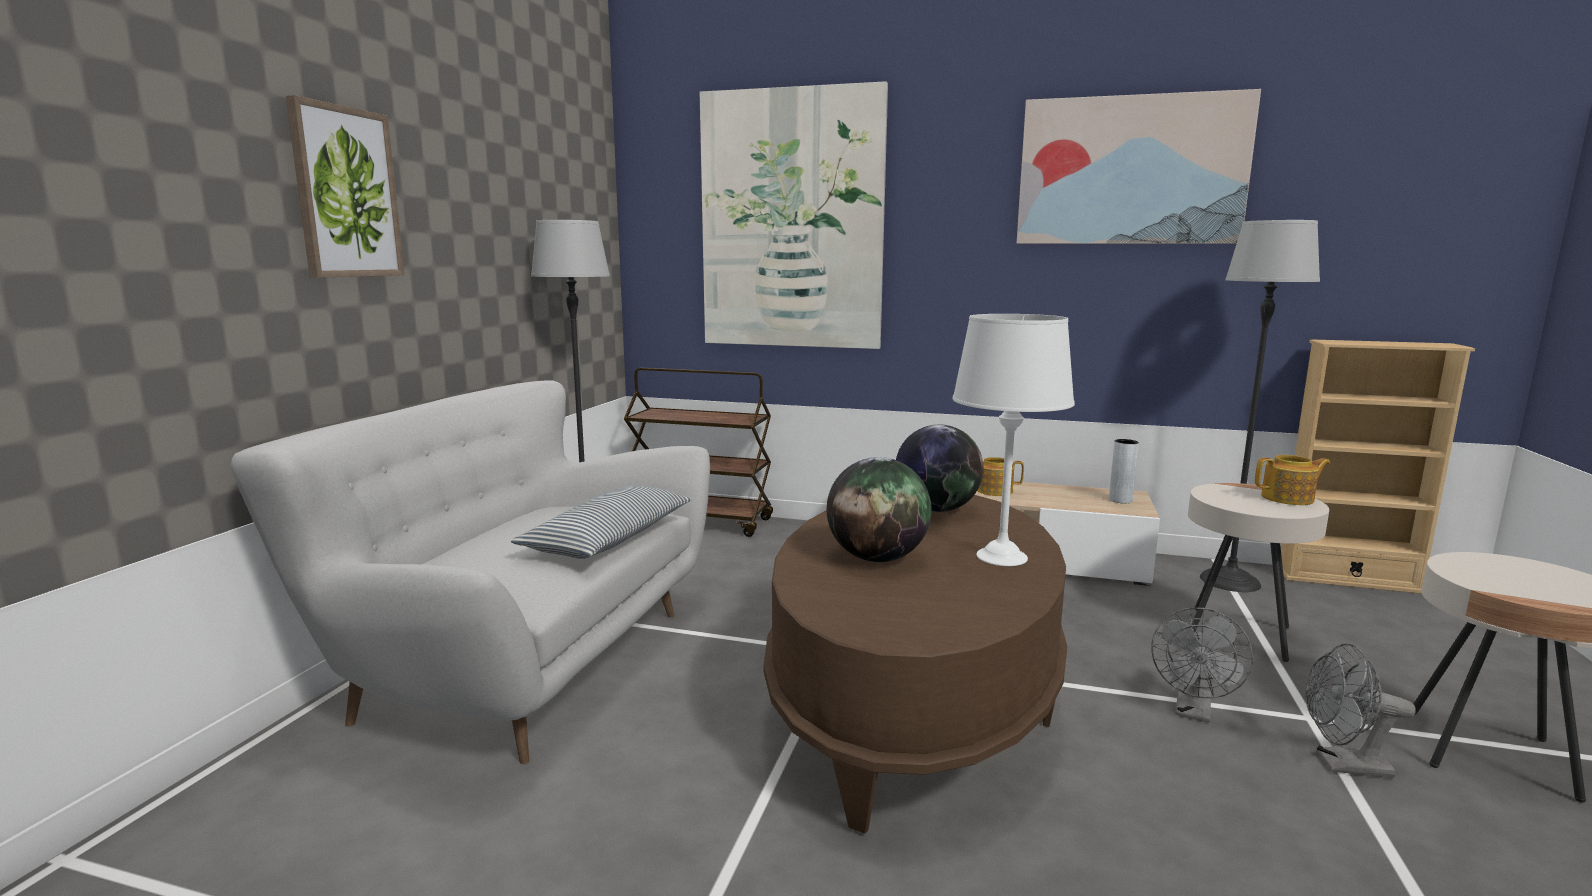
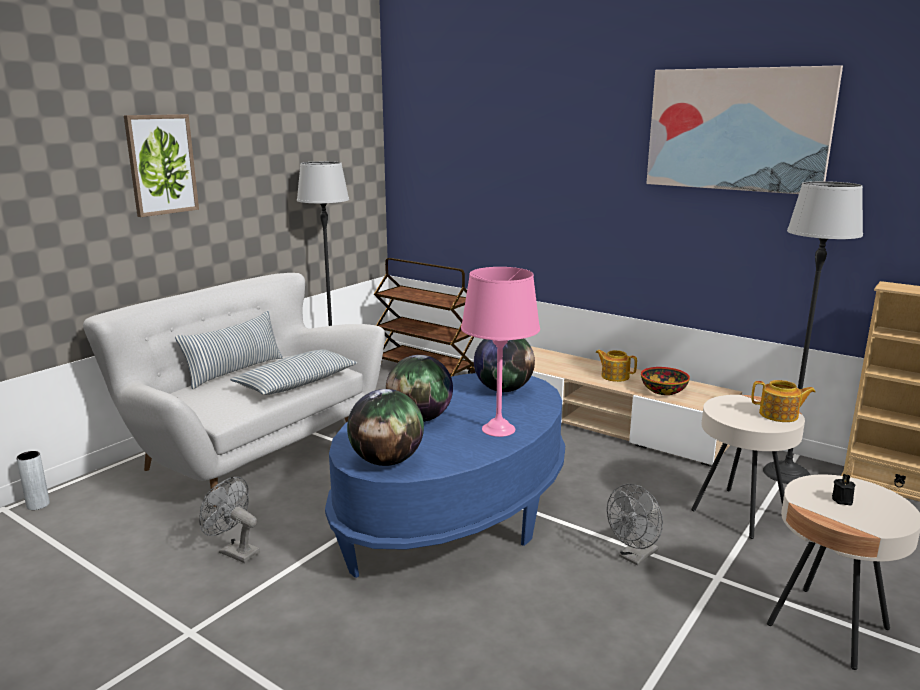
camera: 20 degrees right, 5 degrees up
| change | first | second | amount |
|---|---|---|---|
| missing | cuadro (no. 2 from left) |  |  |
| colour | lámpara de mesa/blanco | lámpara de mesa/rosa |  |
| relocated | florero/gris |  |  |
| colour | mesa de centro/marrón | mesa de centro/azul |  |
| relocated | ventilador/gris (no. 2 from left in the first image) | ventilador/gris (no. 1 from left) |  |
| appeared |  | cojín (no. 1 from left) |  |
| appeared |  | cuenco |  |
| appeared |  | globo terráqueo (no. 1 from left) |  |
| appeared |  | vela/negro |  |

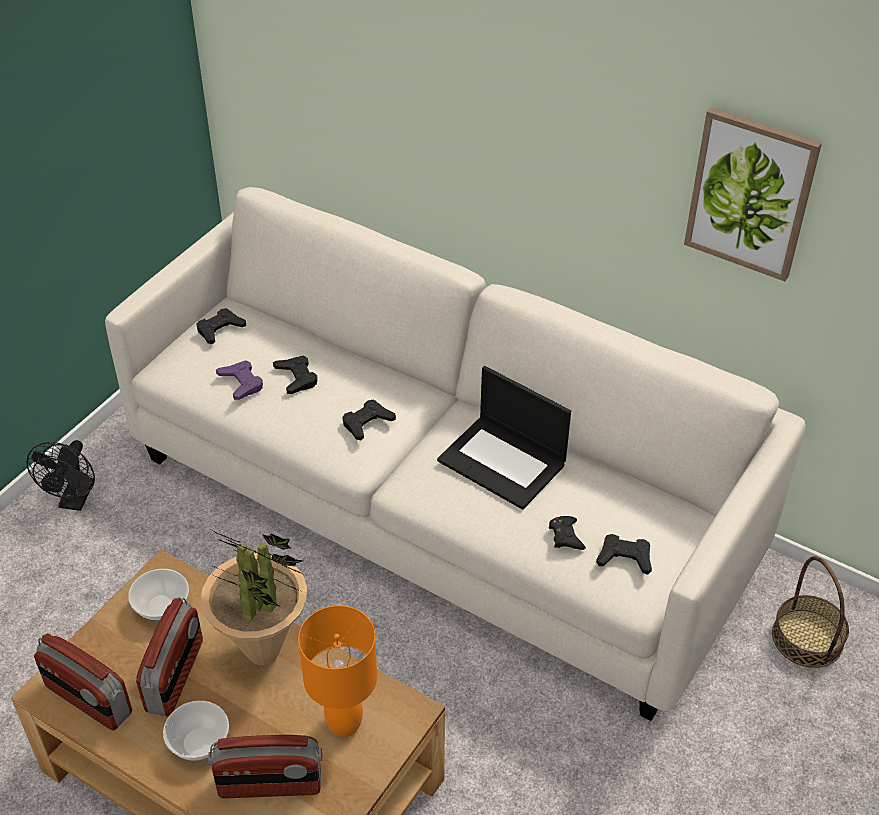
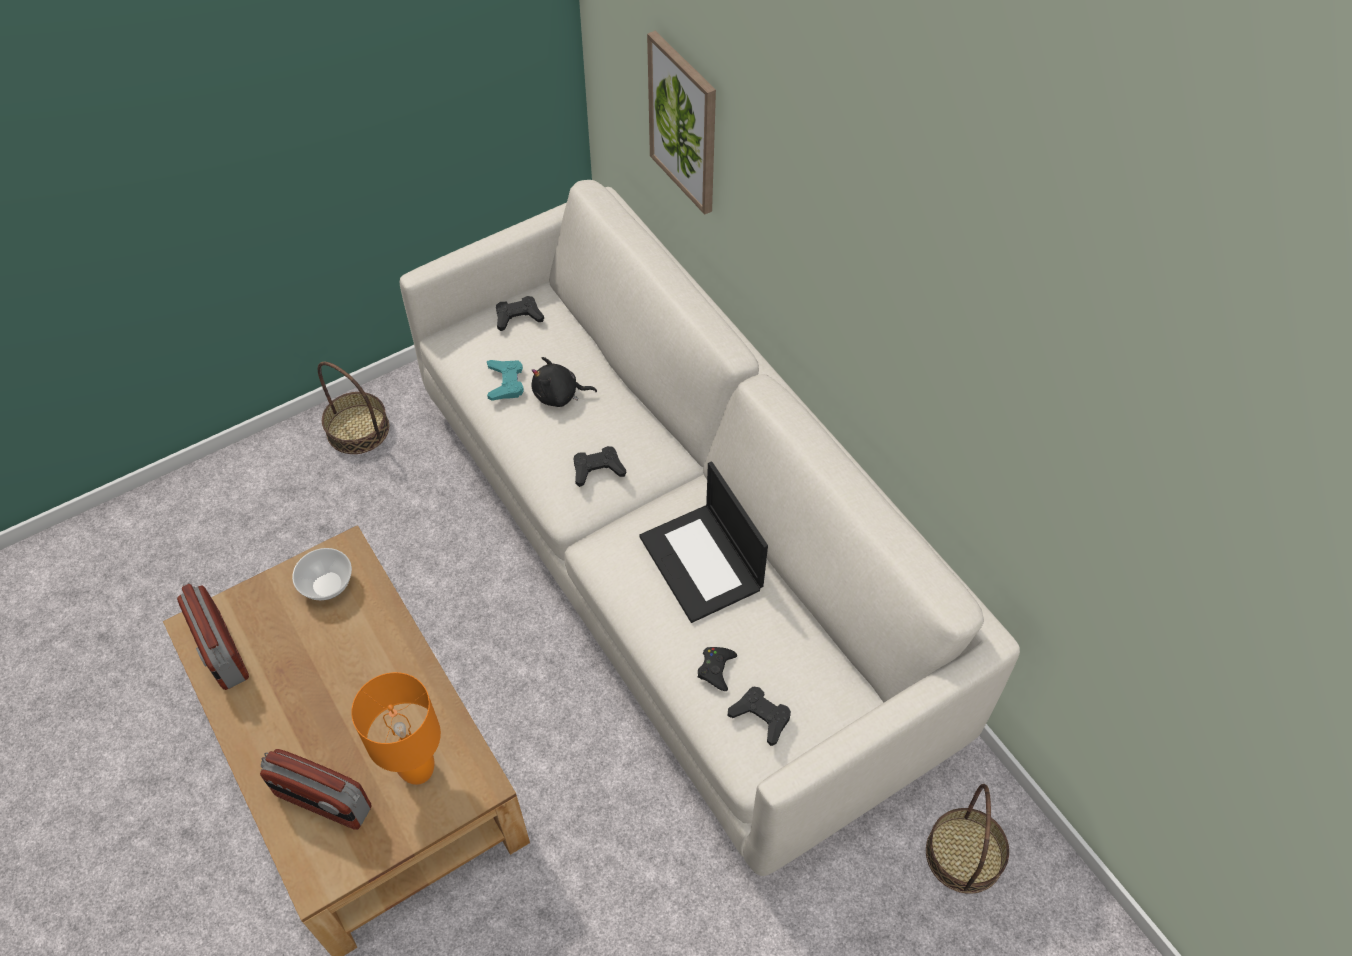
camera: 25 degrees right, 10 degrees up
| change | first | second | amount |
|---|---|---|---|
| relocated | cuadro |  |  |
| exchanged | mando de consola/negro (no. 2 from left) | peluche/negro |  |
| colour | mando de consola/morado | mando de consola/turquesa |  |
| exchanged | ventilador/negro | cesta (no. 1 from left) |  |
| missing | planta en maceta |  |  |
| missing | radio (no. 2 from left) |  |  |
| missing | cuenco (no. 2 from left) |  |  |

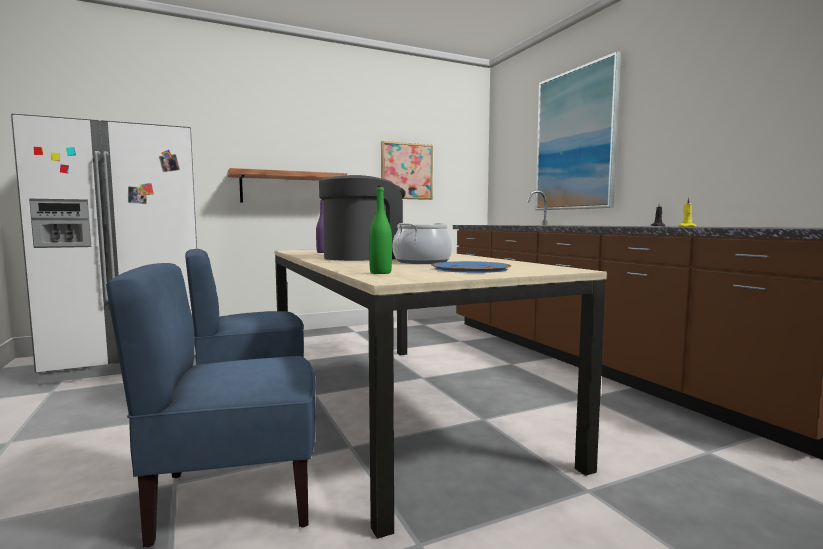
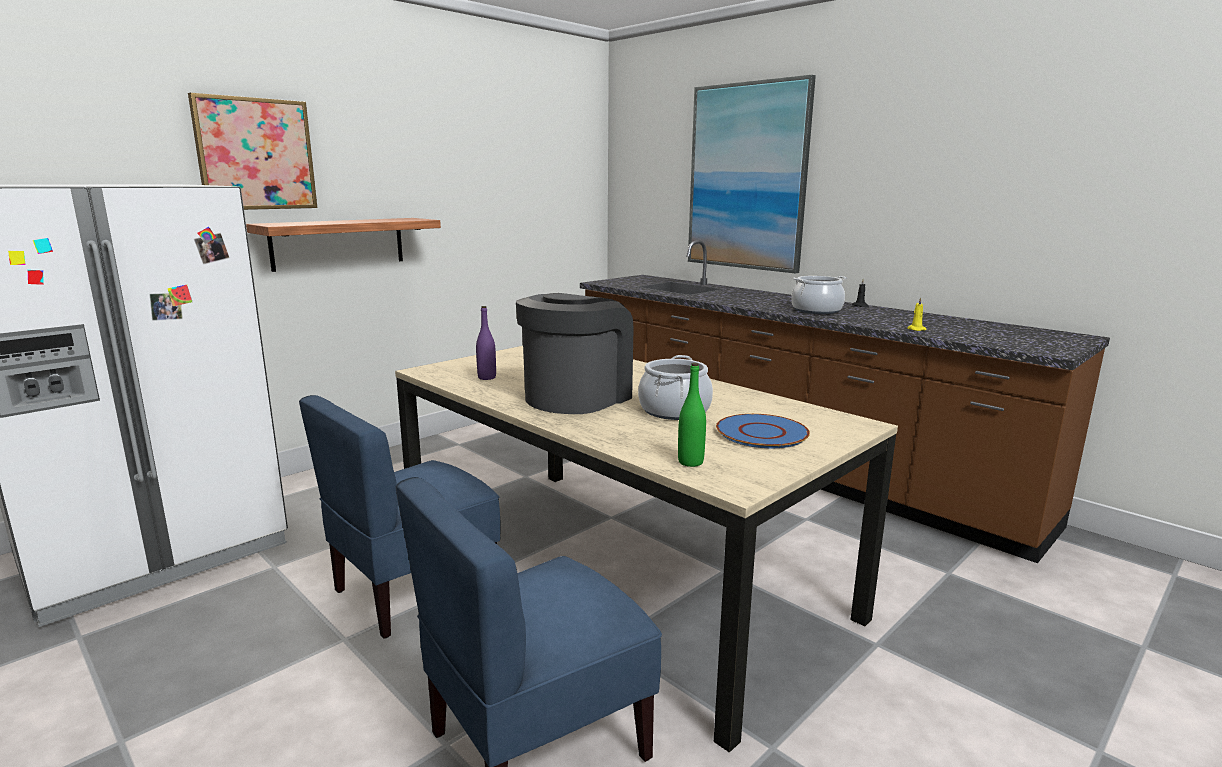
camera: 20 degrees left, 10 degrees up
| change | first | second | amount |
|---|---|---|---|
| relocated | cuadro (no. 1 from left) |  |  |
| appeared |  | olla (no. 2 from left) |  |

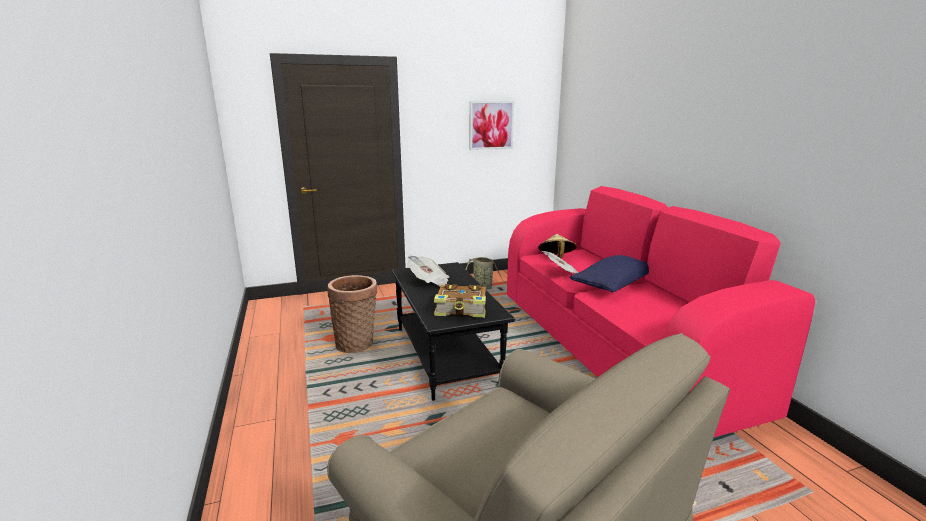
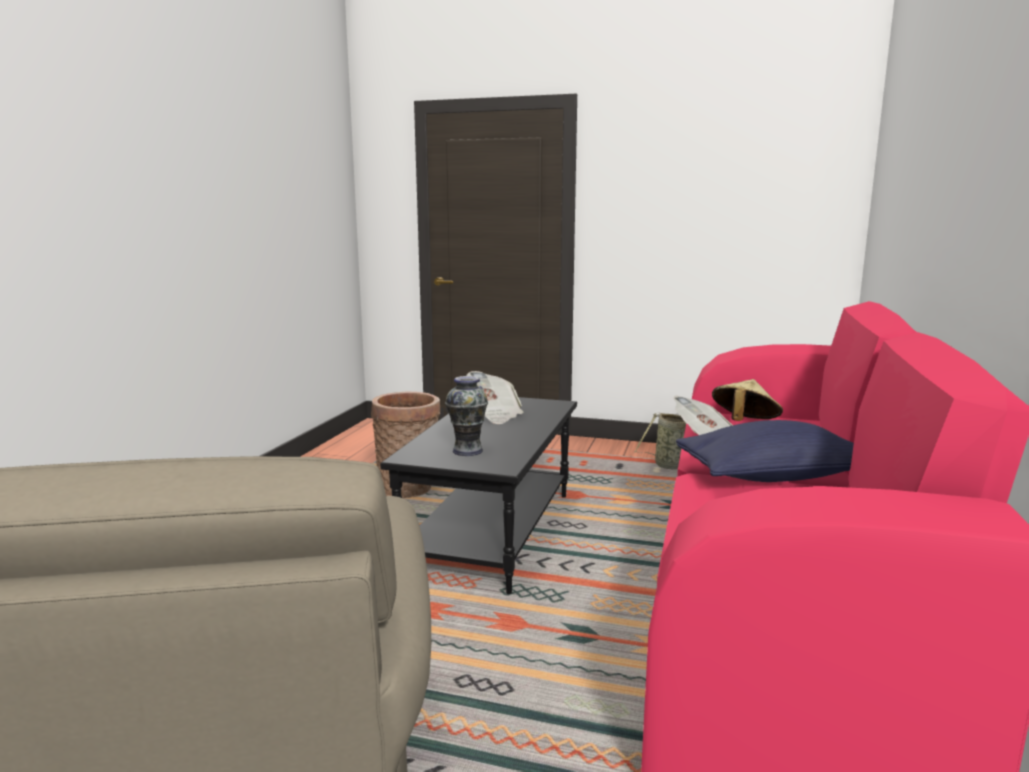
camera: 35 degrees right, 5 degrees down
| change | first | second | amount |
|---|---|---|---|
| missing | cuadro |  |  |
| exchanged | libro | florero |  |

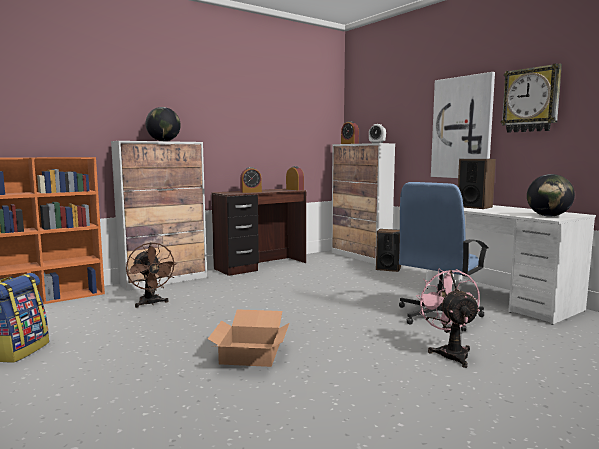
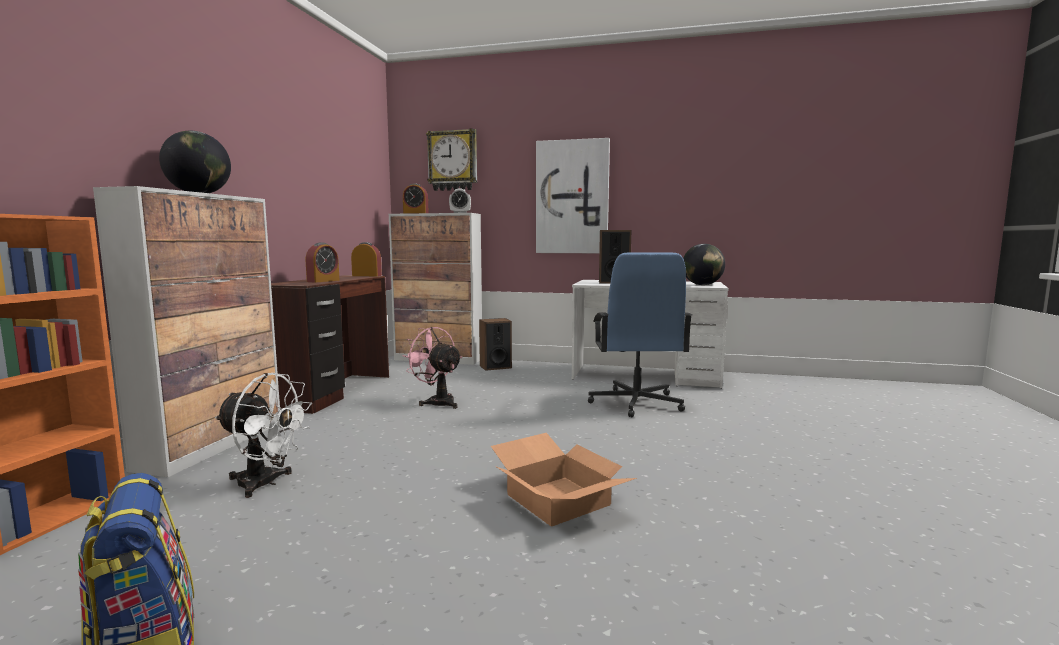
camera: 40 degrees left, 0 degrees up
| change | first | second | amount |
|---|---|---|---|
| relocated | reloj de pared |  |  |
| colour | ventilador/marrón | ventilador/blanco |  |
| relocated | ventilador/rosa |  |  |

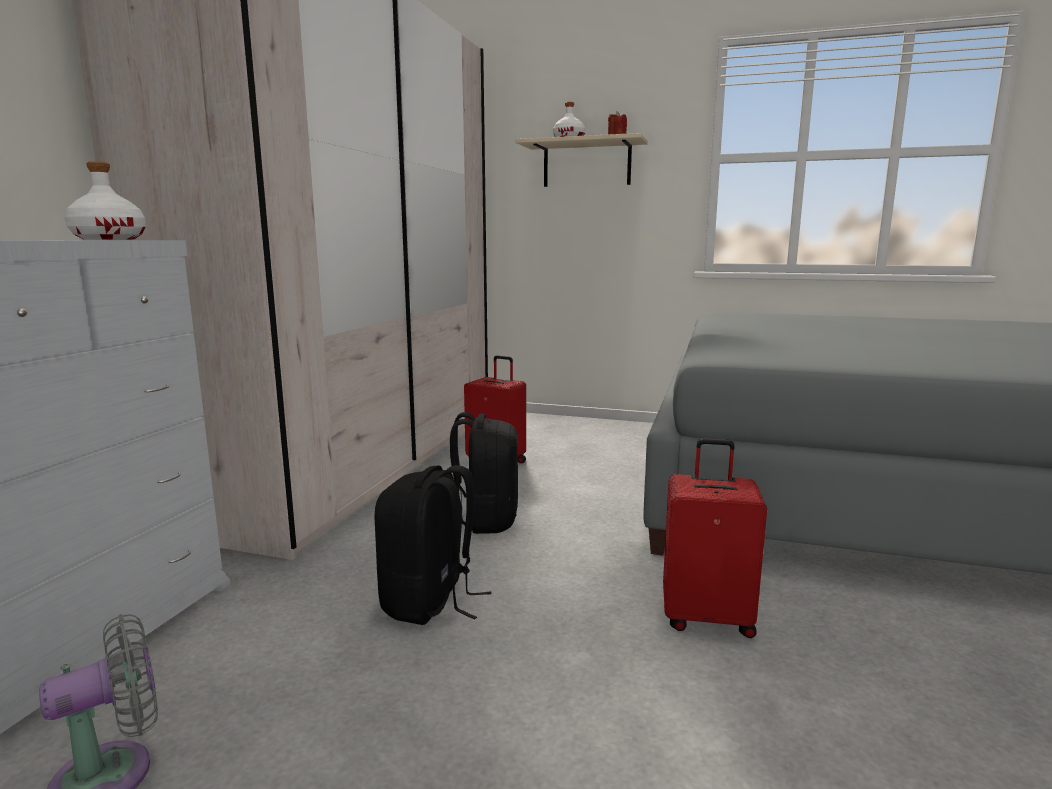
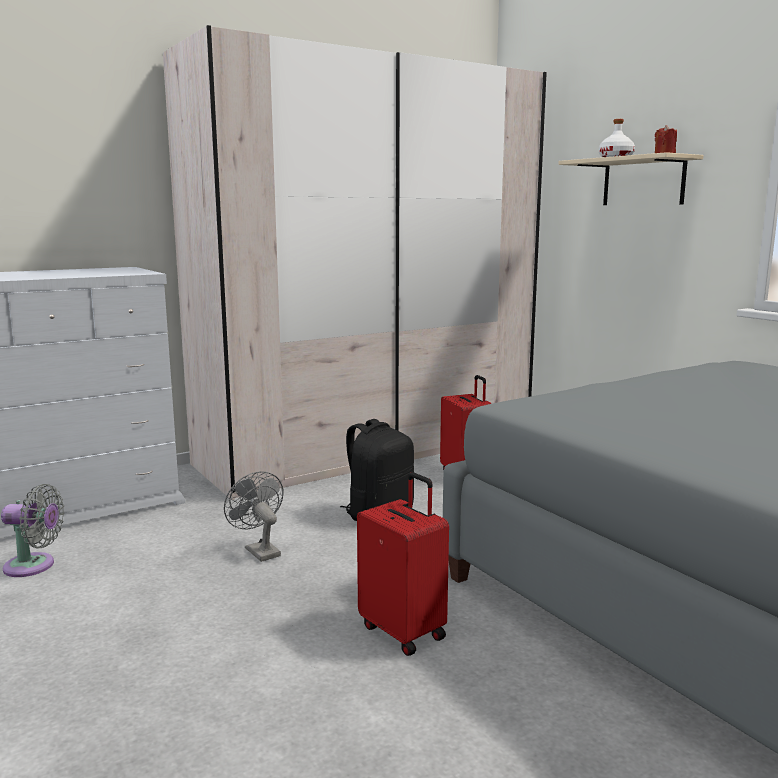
camera: 40 degrees right, 0 degrees up
| change | first | second | amount |
|---|---|---|---|
| missing | botella/blanco (no. 1 from left) |  |  |
| exchanged | mochila/negro (no. 1 from left) | ventilador/gris (no. 2 from left) |  |

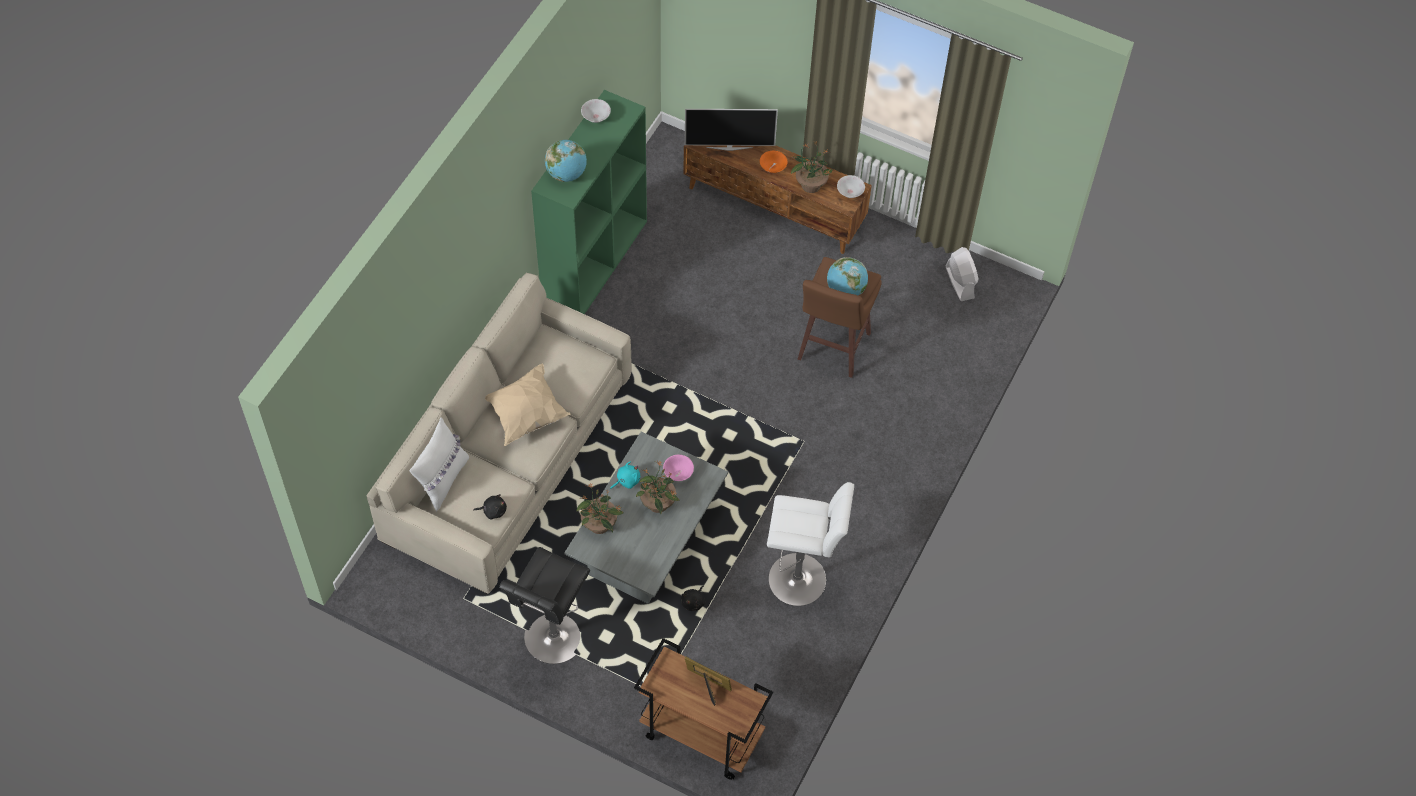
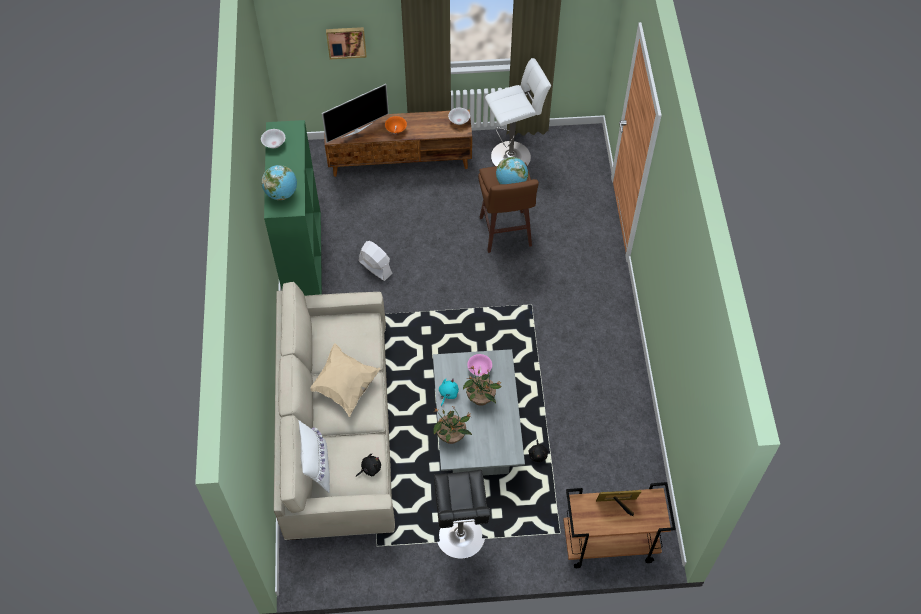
camera: 30 degrees left, 0 degrees up
| change | first | second | amount |
|---|---|---|---|
| missing | planta en maceta (no. 3 from left) |  |  |
| relocated | ventilador/blanco |  |  |
| relocated | taburete/blanco |  |  |
| appeared |  | cuadro |  |

